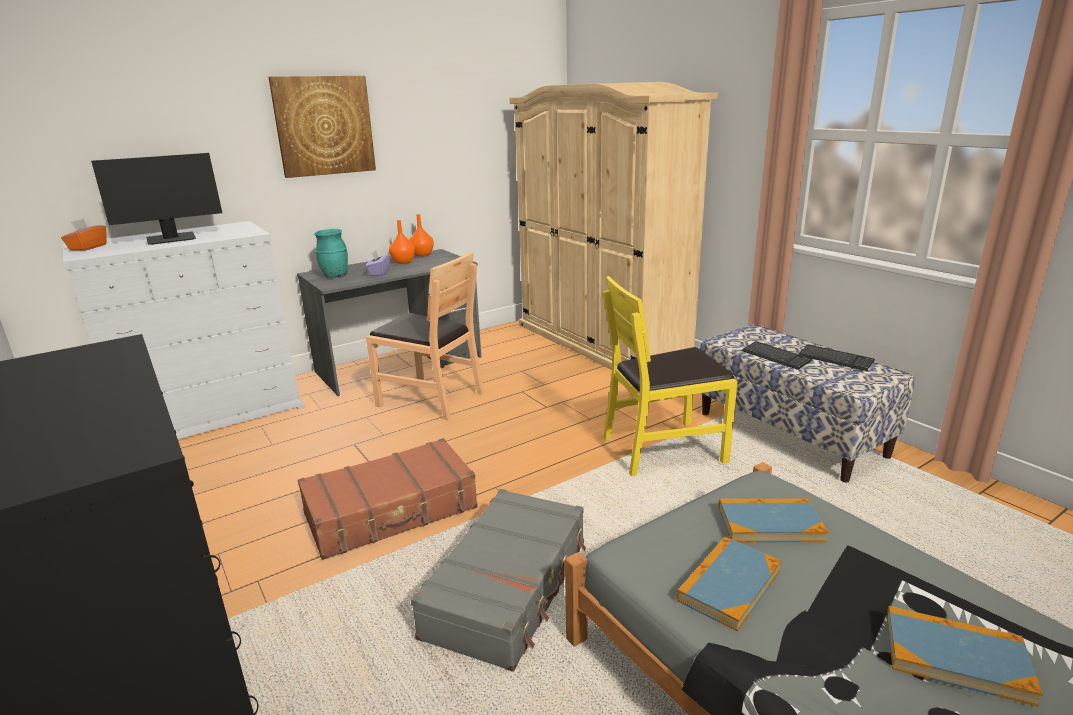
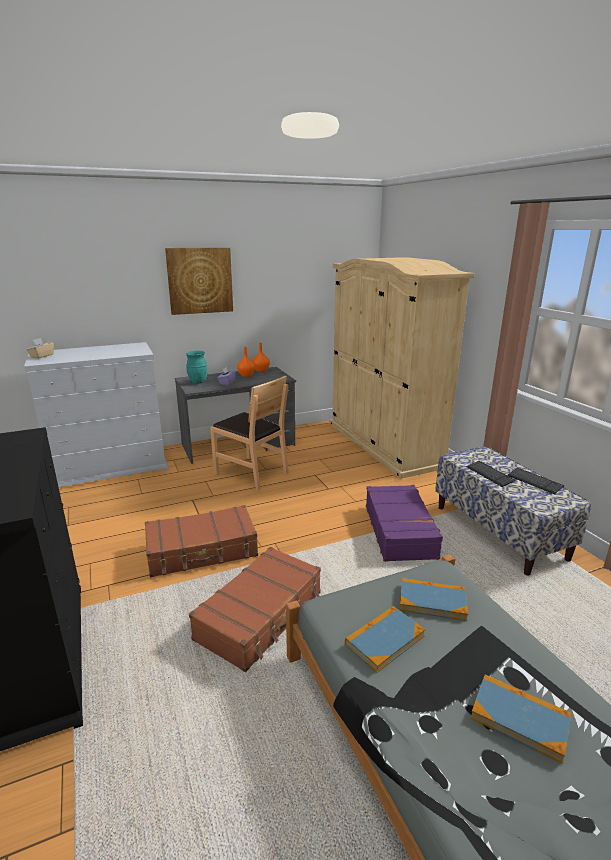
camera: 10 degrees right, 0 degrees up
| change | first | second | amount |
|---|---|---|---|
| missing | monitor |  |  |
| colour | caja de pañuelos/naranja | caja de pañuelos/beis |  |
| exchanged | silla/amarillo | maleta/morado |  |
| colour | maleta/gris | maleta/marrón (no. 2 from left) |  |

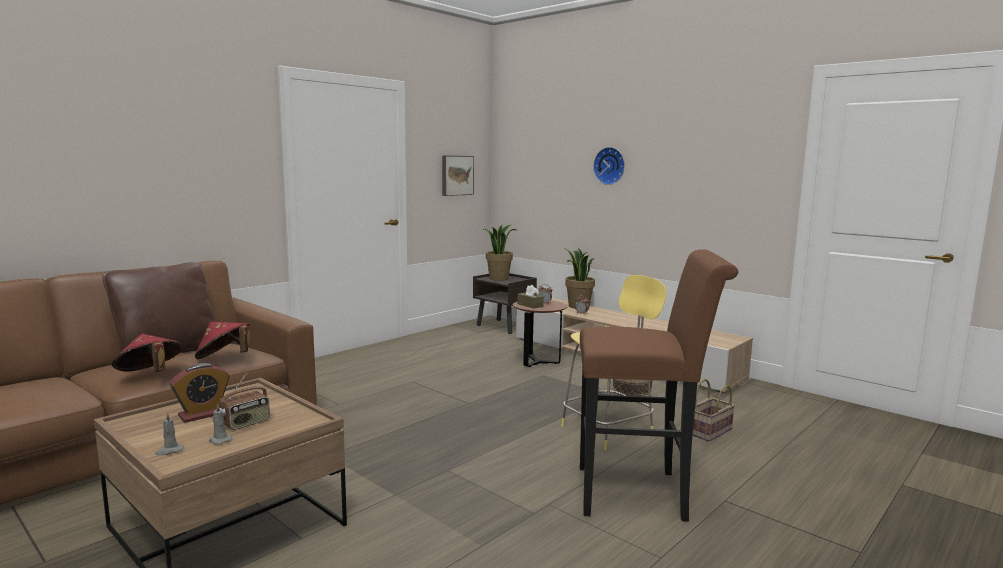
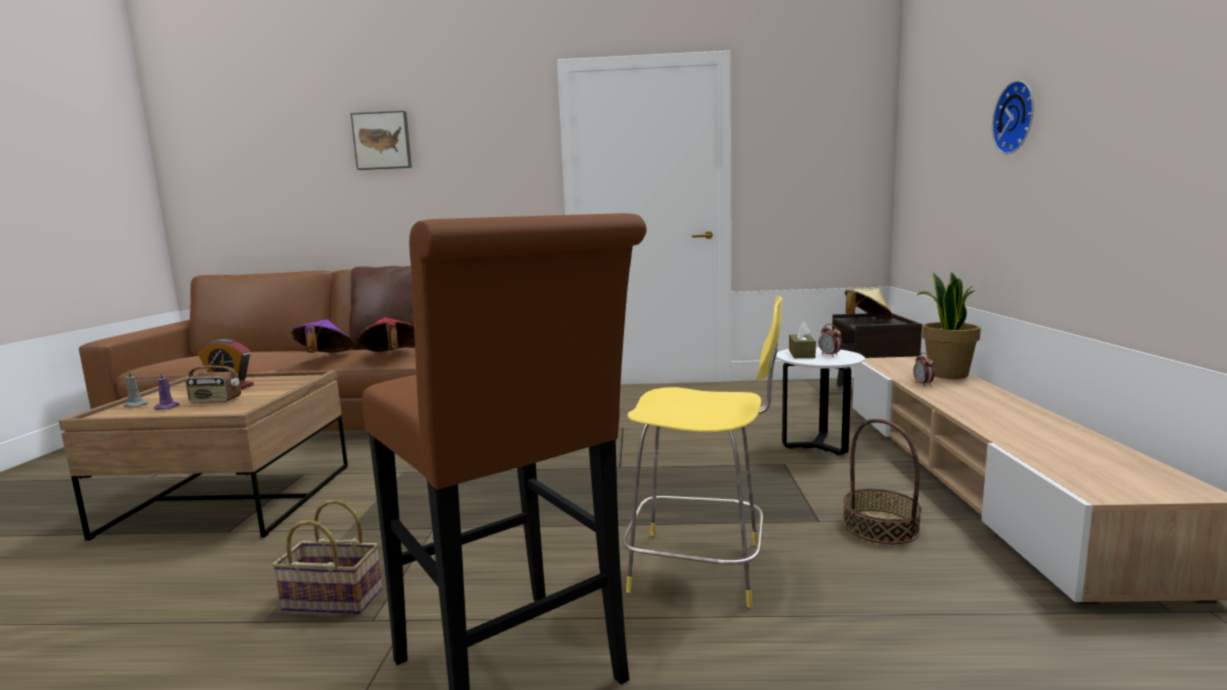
camera: 50 degrees right, 0 degrees up
| change | first | second | amount |
|---|---|---|---|
| relocated | cuadro |  |  |
| exchanged | planta en maceta (no. 1 from left) | sombrero/beis |  |
| colour | mesa auxiliar/marrón | mesa auxiliar/blanco |  |
| colour | sombrero/rojo (no. 1 from left) | sombrero/morado |  |
| relocated | cesta (no. 2 from left in the first image) | cesta (no. 1 from left) |  |
| colour | vela/gris (no. 2 from left) | vela/morado |  |

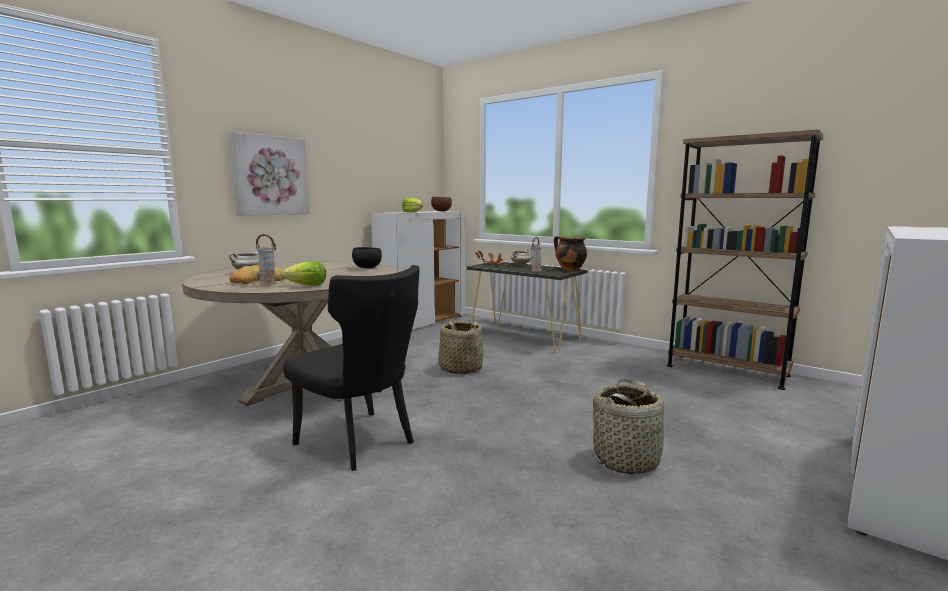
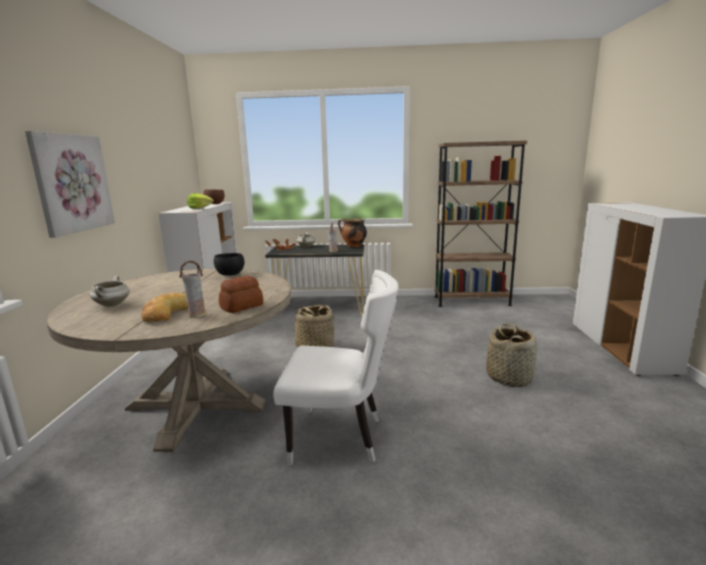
camera: 35 degrees left, 5 degrees up
| change | first | second | amount |
|---|---|---|---|
| exchanged | lechuga (no. 1 from left) | pan (no. 2 from left) |  |
| colour | silla/negro | silla/blanco |  |

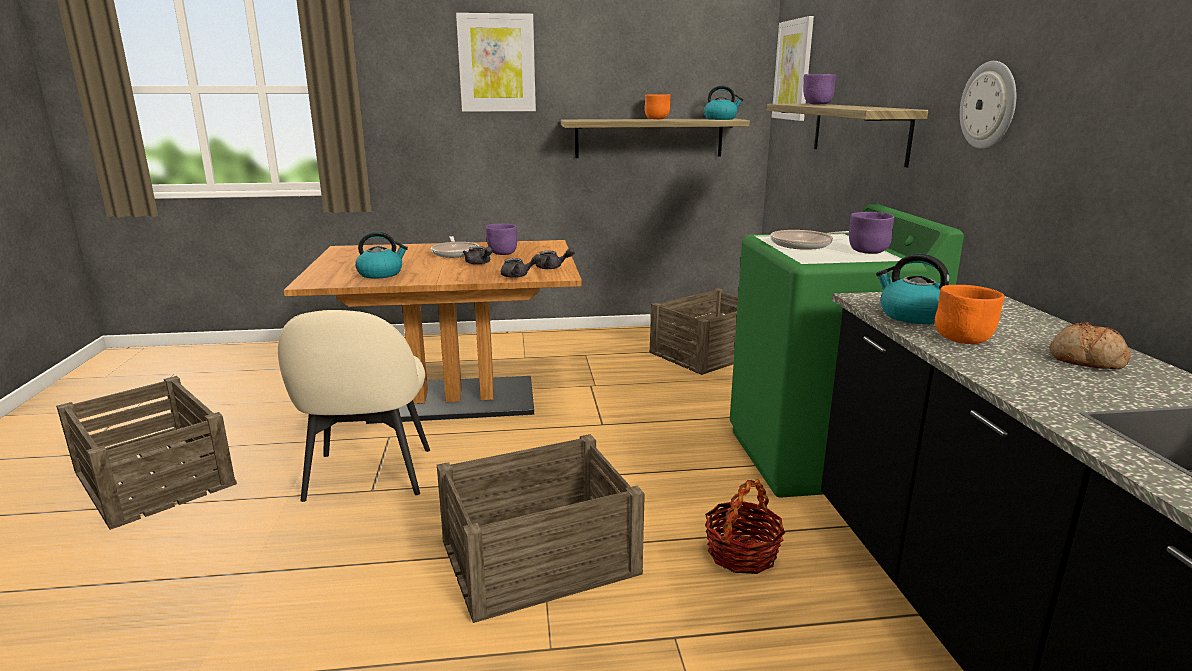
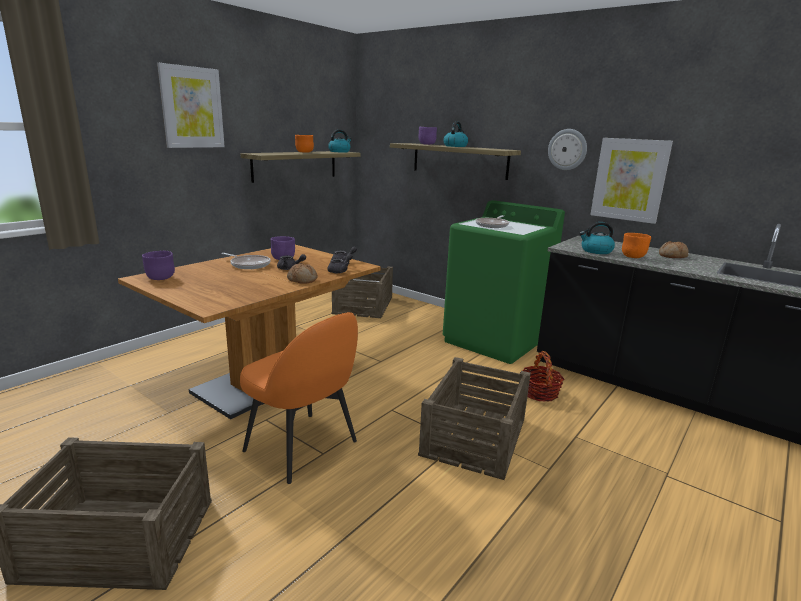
camera: 45 degrees left, 0 degrees up
| change | first | second | amount |
|---|---|---|---|
| relocated | cuadro (no. 2 from left) |  |  |
| relocated | cuenco/morado (no. 3 from left in the first image) | cuenco/morado (no. 1 from left) |  |
| relocated | hervidor (no. 1 from left in the first image) | hervidor (no. 2 from left) |  |
| colour | silla/beis | silla/naranja |  |
| appeared |  | pan (no. 1 from left) |  |

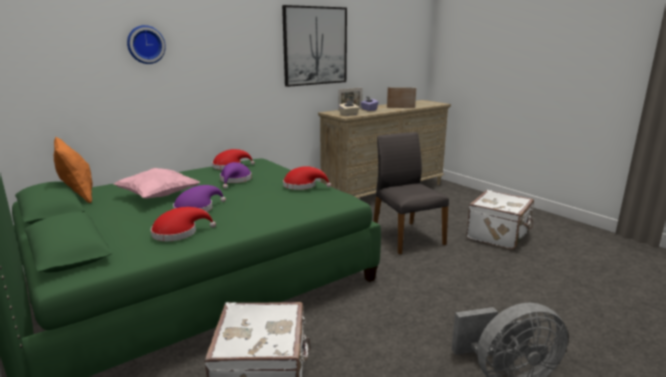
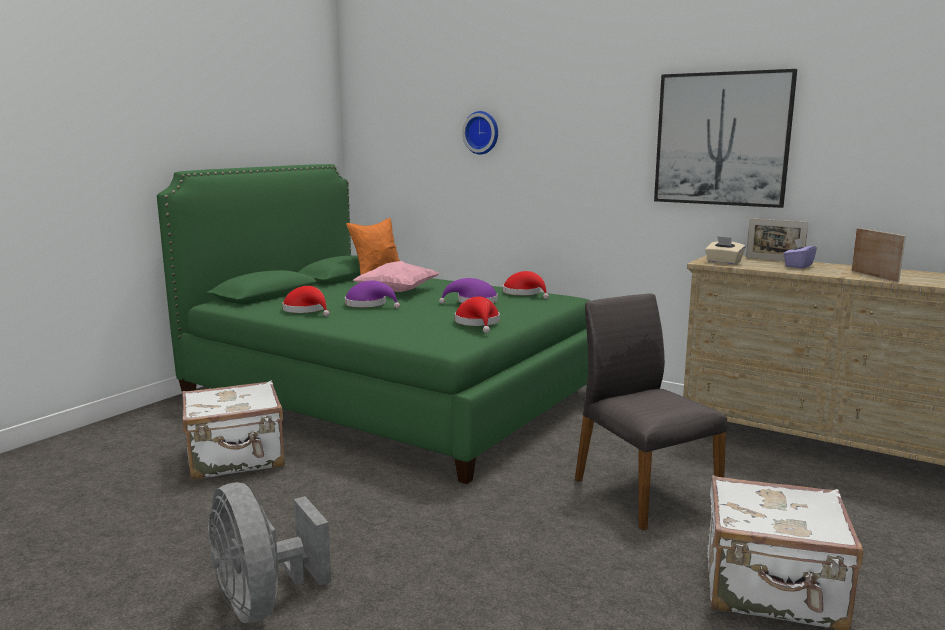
camera: 70 degrees right, 5 degrees down
| change | first | second | amount |
|---|---|---|---|
| spun | silla/gris |  | 75 degrees counterclockwise |

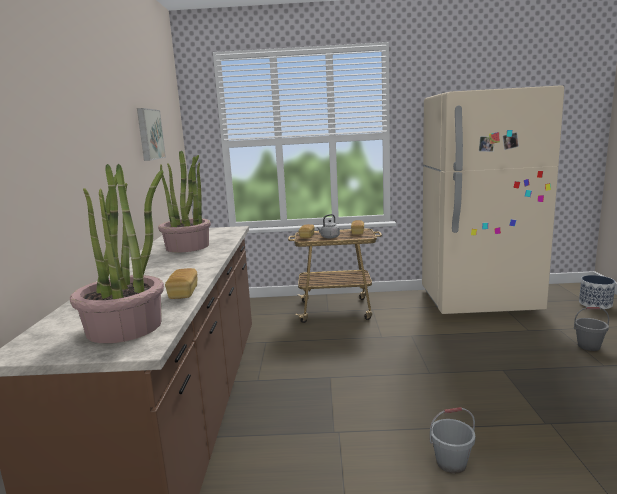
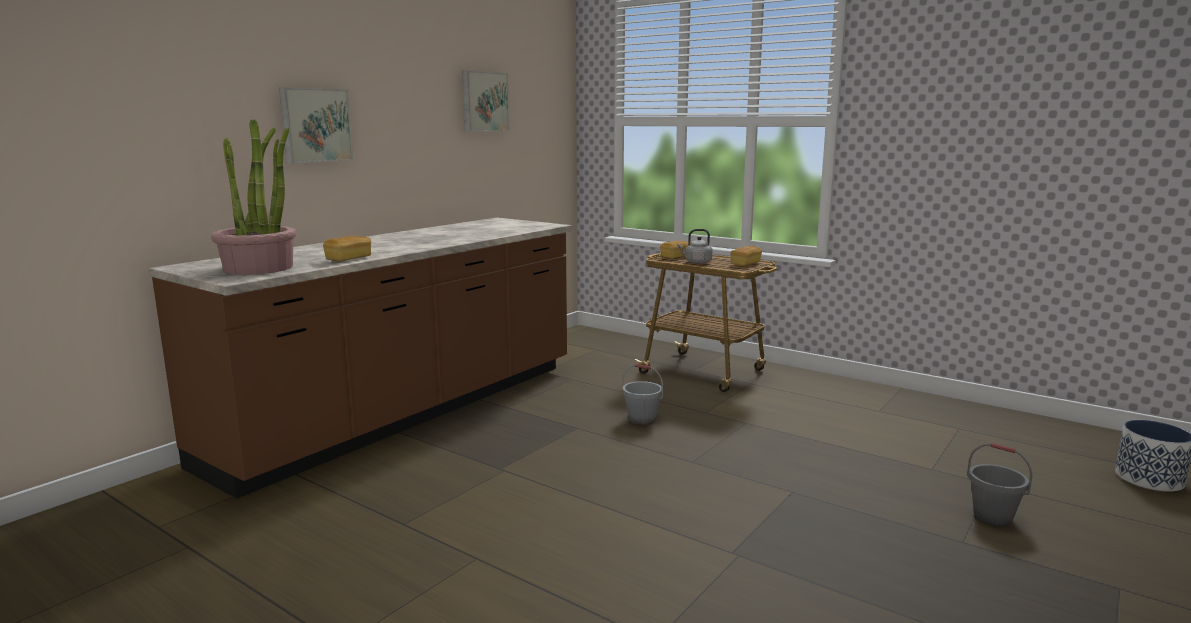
camera: 35 degrees right, 0 degrees up
| change | first | second | amount |
|---|---|---|---|
| missing | nevera/beis |  |  |
| missing | planta en maceta (no. 2 from left) |  |  |
| relocated | cubo/gris (no. 1 from left) |  |  |
| appeared |  | cuadro (no. 1 from left) |  |

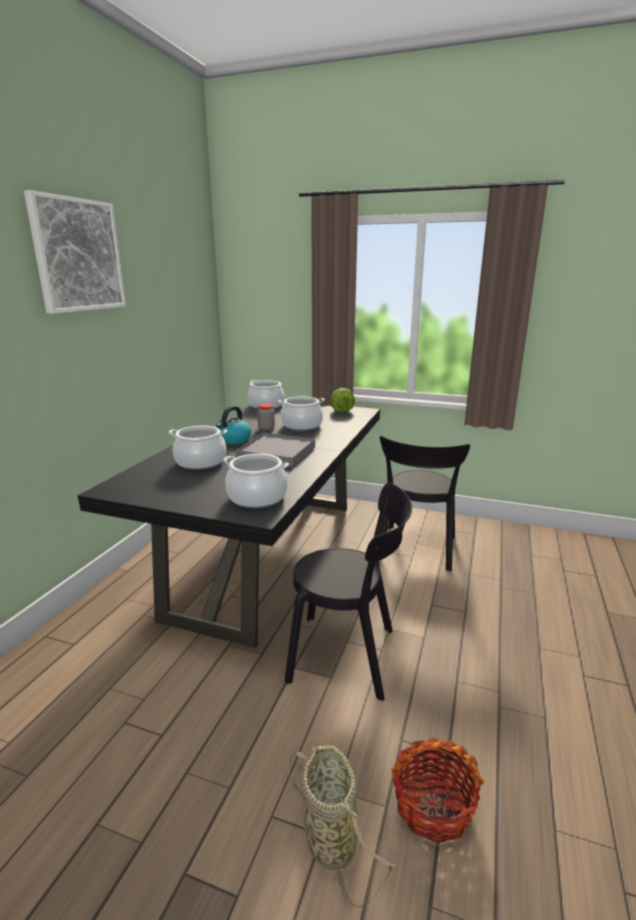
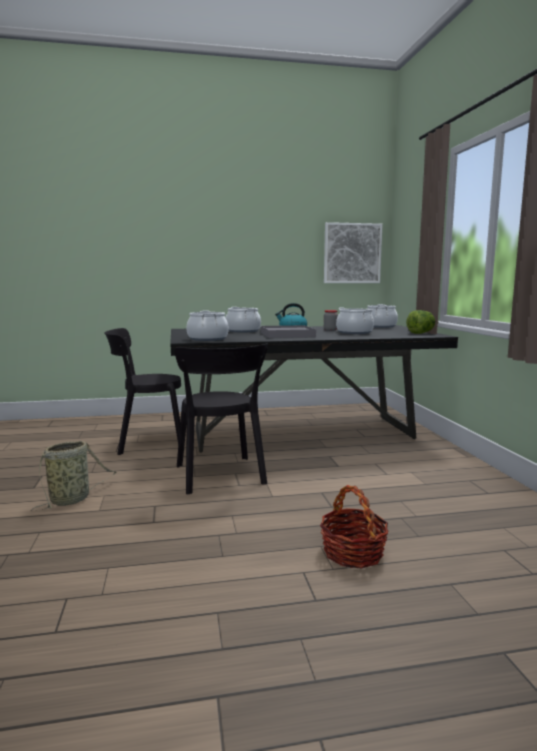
camera: 60 degrees right, 10 degrees down
| change | first | second | amount |
|---|---|---|---|
| relocated | cuadro |  |  |
| relocated | silla/negro (no. 2 from left in the first image) | silla/negro (no. 1 from left) |  |
| relocated | cesta (no. 2 from left) |  |  |

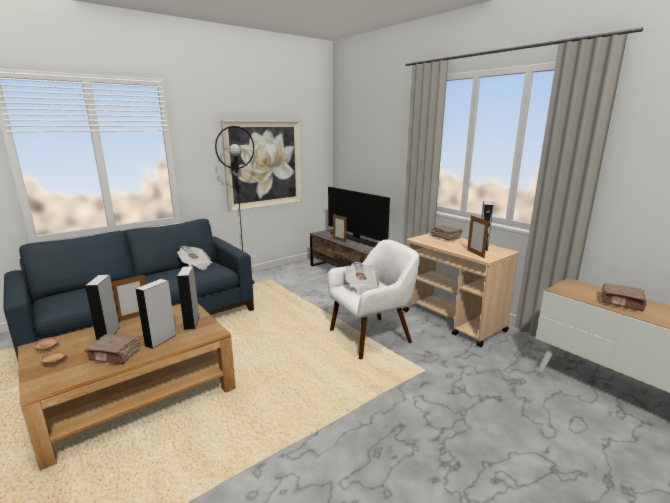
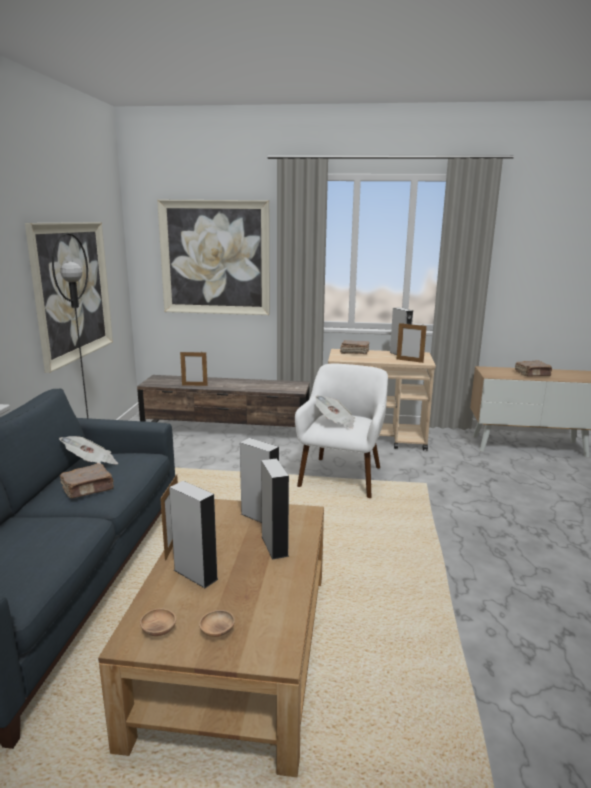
camera: 45 degrees left, 0 degrees up
| change | first | second | amount |
|---|---|---|---|
| missing | televisor |  |  |
| relocated | libro/marrón (no. 1 from left) |  |  |
| appeared |  | cuadro (no. 2 from left) |  |

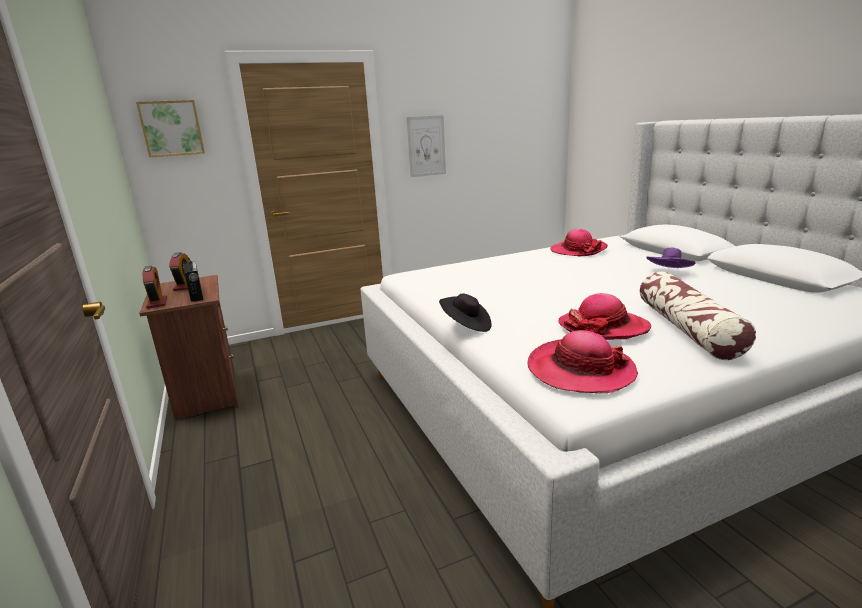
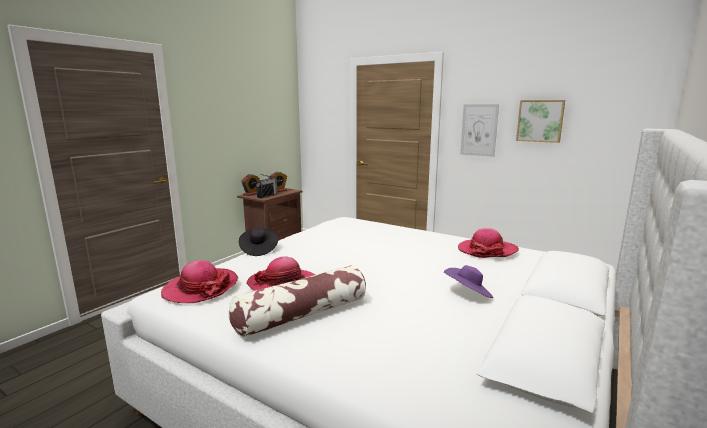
camera: 55 degrees right, 5 degrees down
| change | first | second | amount |
|---|---|---|---|
| relocated | cuadro (no. 1 from left in the first image) | cuadro (no. 2 from left) |  |

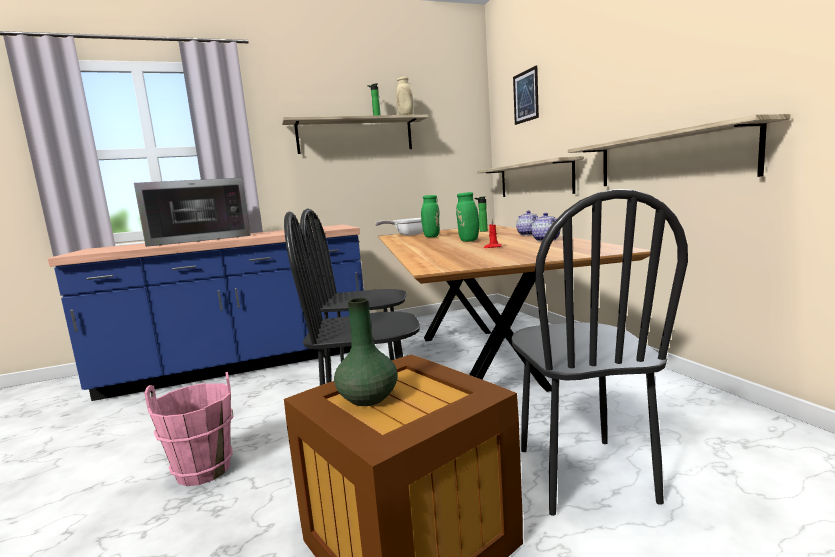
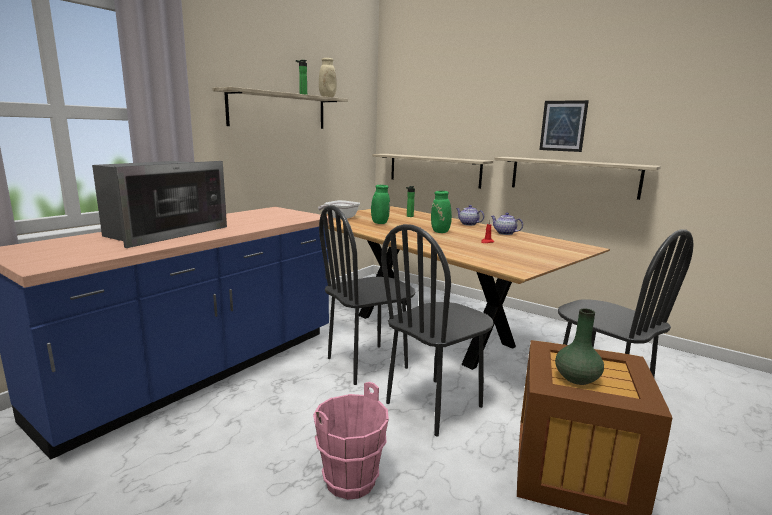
camera: 35 degrees left, 5 degrees up
| change | first | second | amount |
|---|---|---|---|
| relocated | cuadro |  |  |

